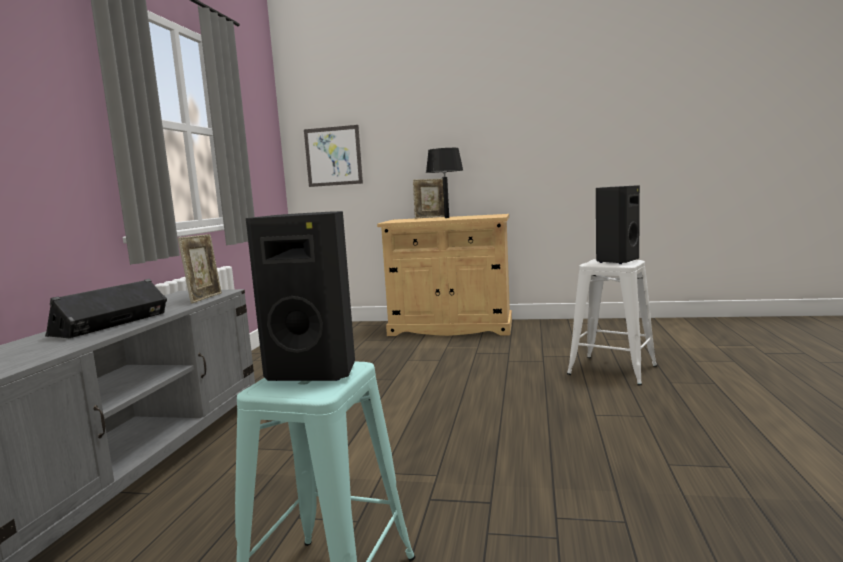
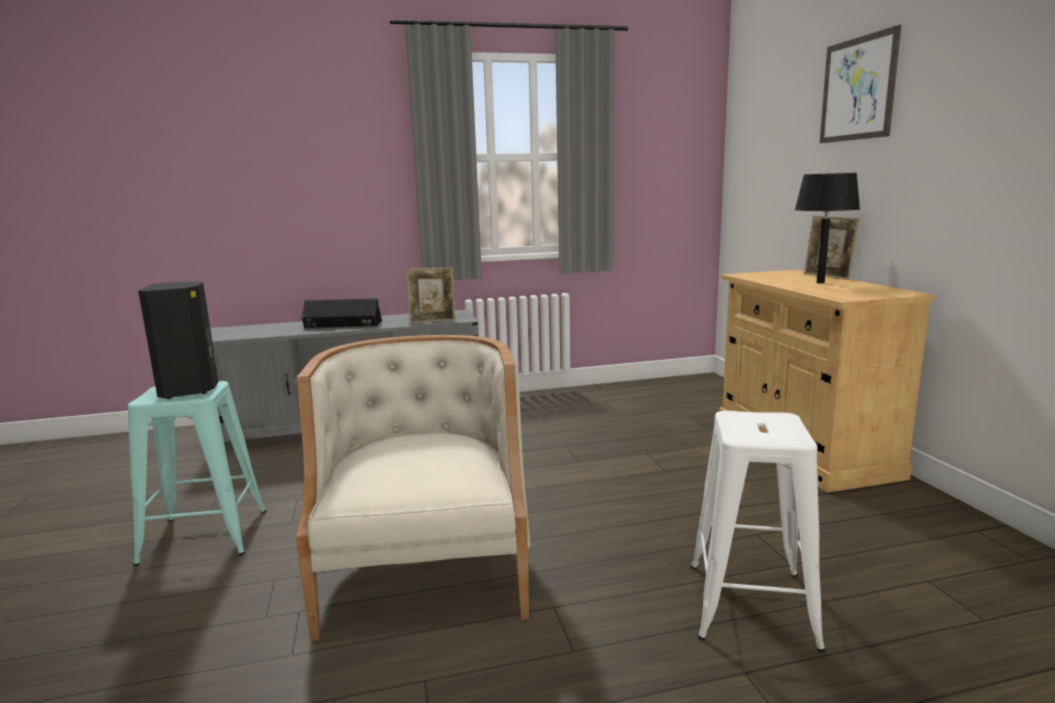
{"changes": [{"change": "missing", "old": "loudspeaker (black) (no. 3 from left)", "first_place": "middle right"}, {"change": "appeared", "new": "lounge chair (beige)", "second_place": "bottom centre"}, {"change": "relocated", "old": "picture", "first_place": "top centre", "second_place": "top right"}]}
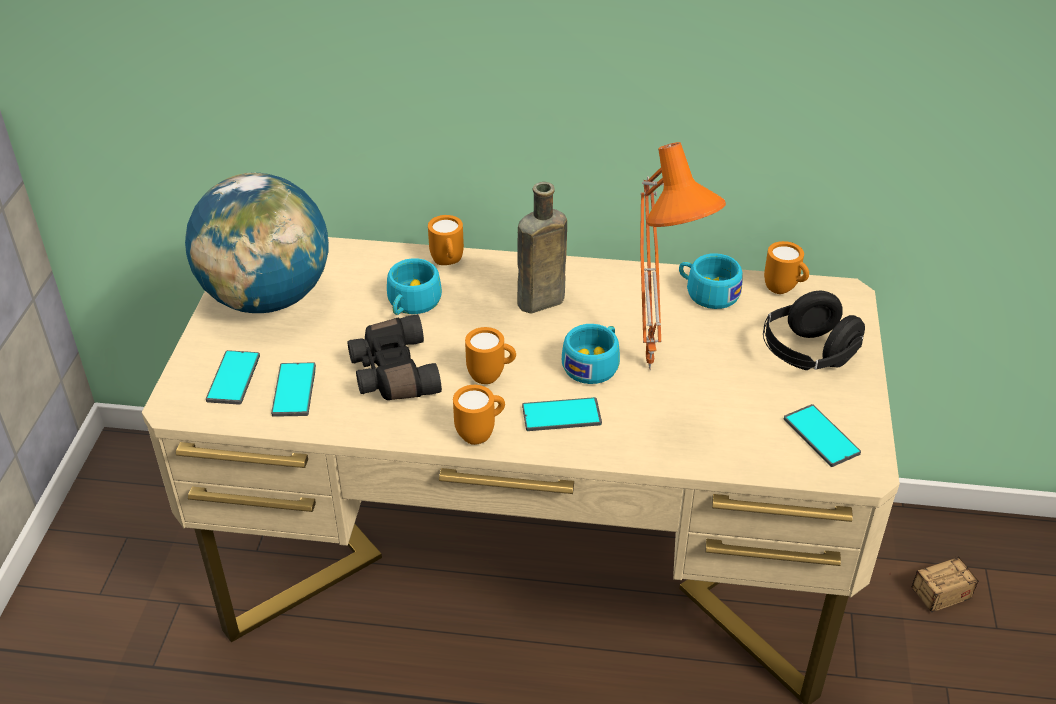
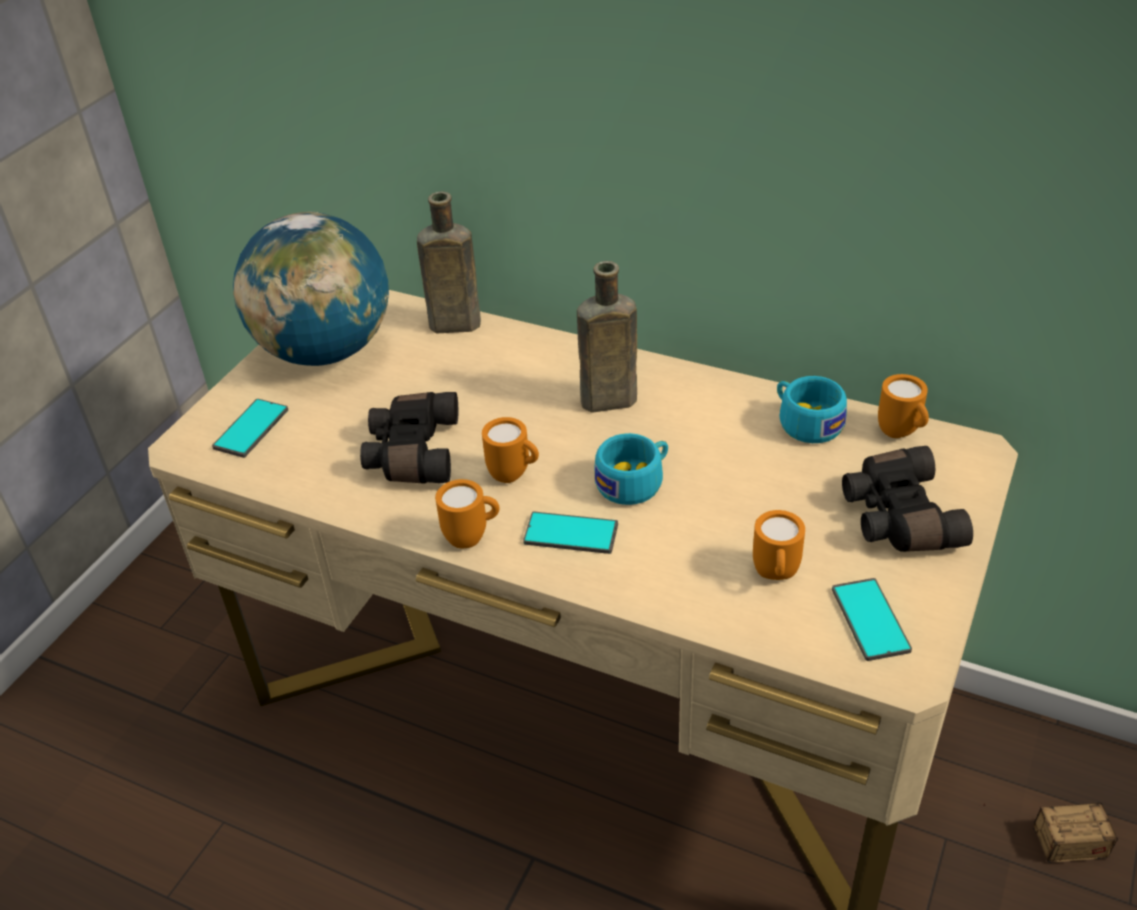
{"changes": [{"change": "missing", "old": "telephone (no. 2 from left)", "first_place": "middle left"}, {"change": "missing", "old": "drinking cup (turquoise) (no. 1 from left)", "first_place": "centre"}, {"change": "missing", "old": "tabletop lamp (orange-coloured)", "first_place": "centre"}, {"change": "appeared", "new": "drink bottle (brown) (no. 1 from left)", "second_place": "top centre"}, {"change": "relocated", "old": "mug (orange-coloured) (no. 1 from left in the first image)", "new": "mug (orange-coloured) (no. 3 from left)", "first_place": "centre", "second_place": "middle right"}, {"change": "exchanged", "old": "headset (black)", "new": "field glasses (black) (no. 2 from left)", "first_place": "middle right", "second_place": "middle right"}]}
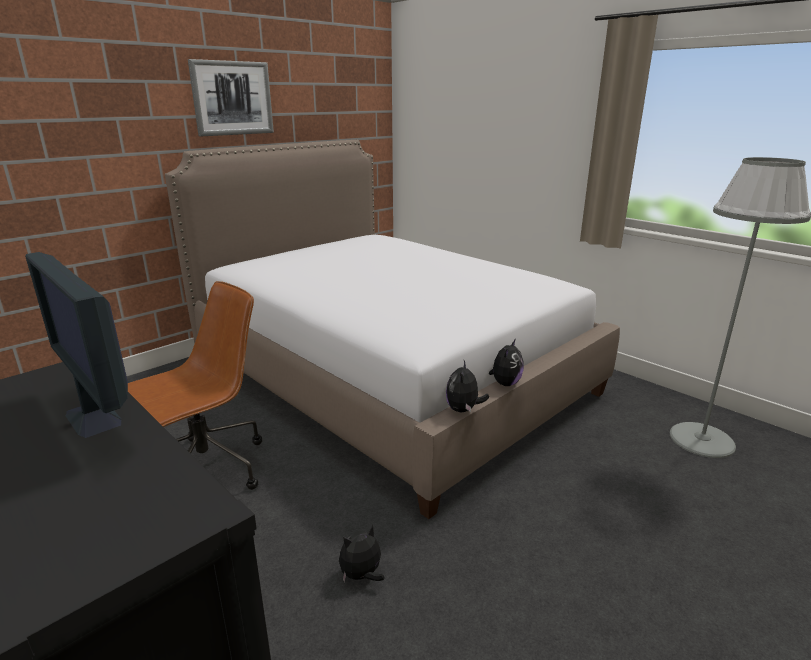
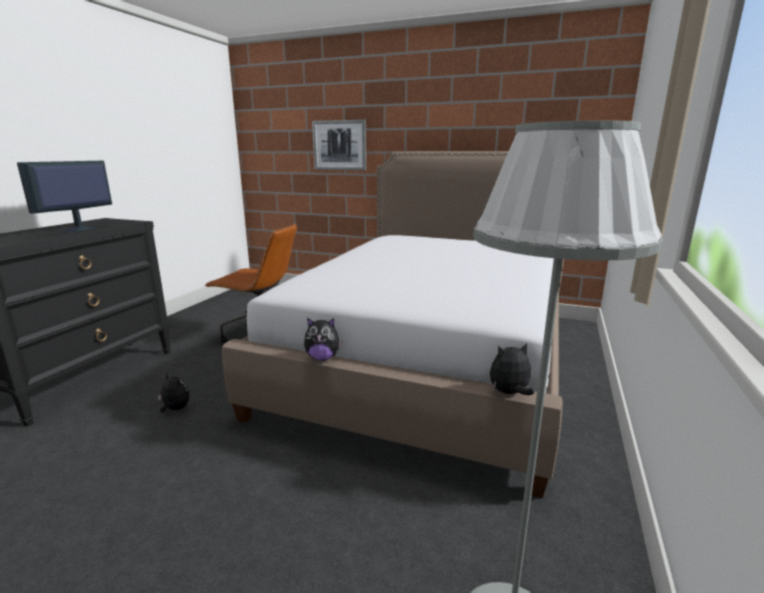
{"changes": [{"change": "relocated", "old": "picture", "first_place": "top left", "second_place": "top centre"}, {"change": "relocated", "old": "cuddly toy (no. 2 from left in the first image)", "new": "cuddly toy (no. 3 from left)", "first_place": "centre", "second_place": "middle right"}]}
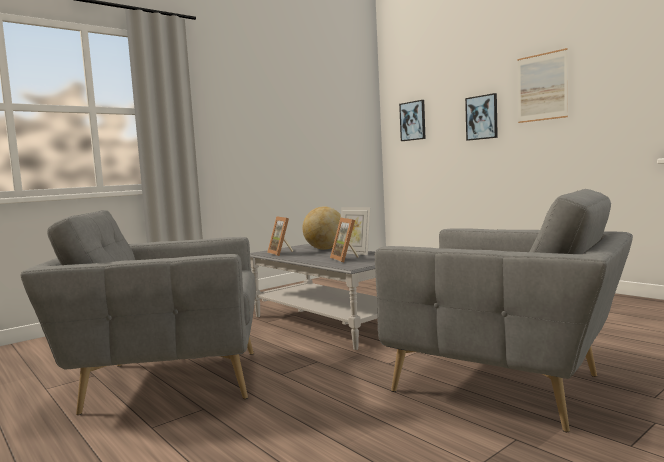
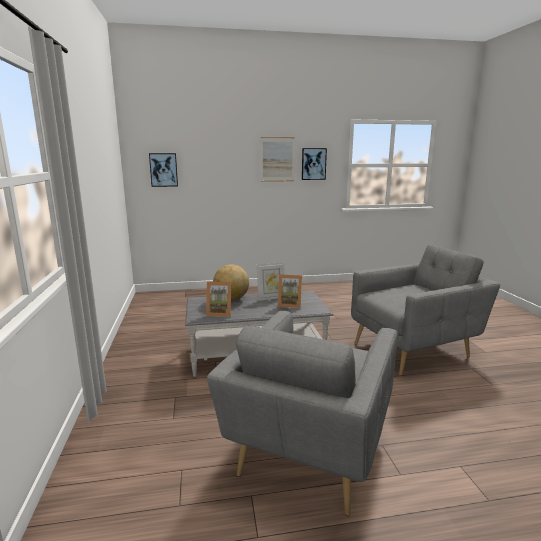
{"changes": [{"change": "relocated", "old": "picture (no. 2 from left in the first image)", "new": "picture (no. 3 from left)", "first_place": "top right", "second_place": "top centre"}]}
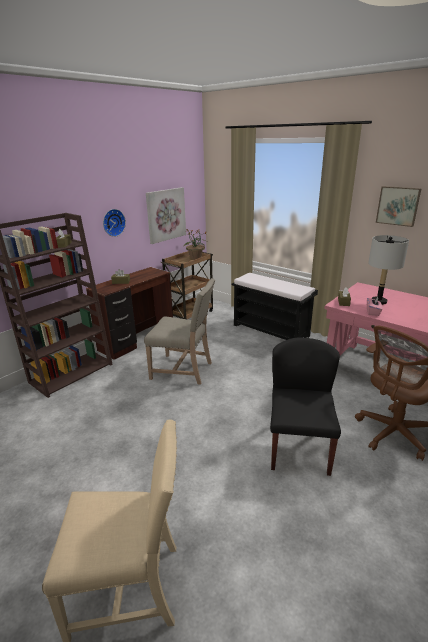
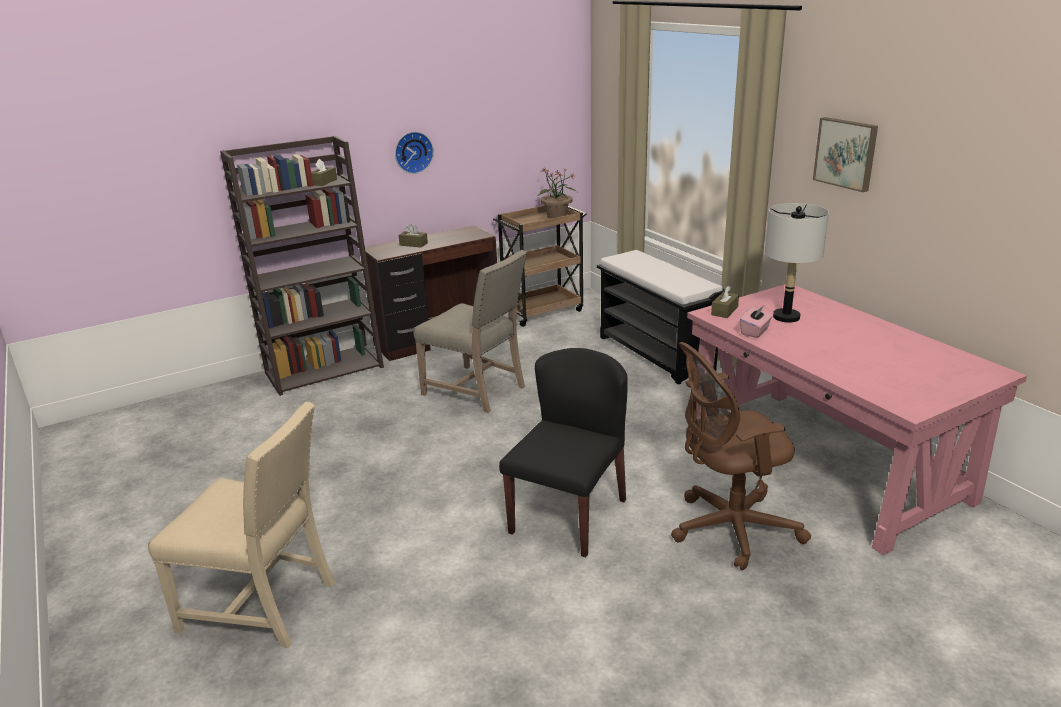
{"changes": [{"change": "missing", "old": "picture (no. 1 from left)", "first_place": "centre"}]}
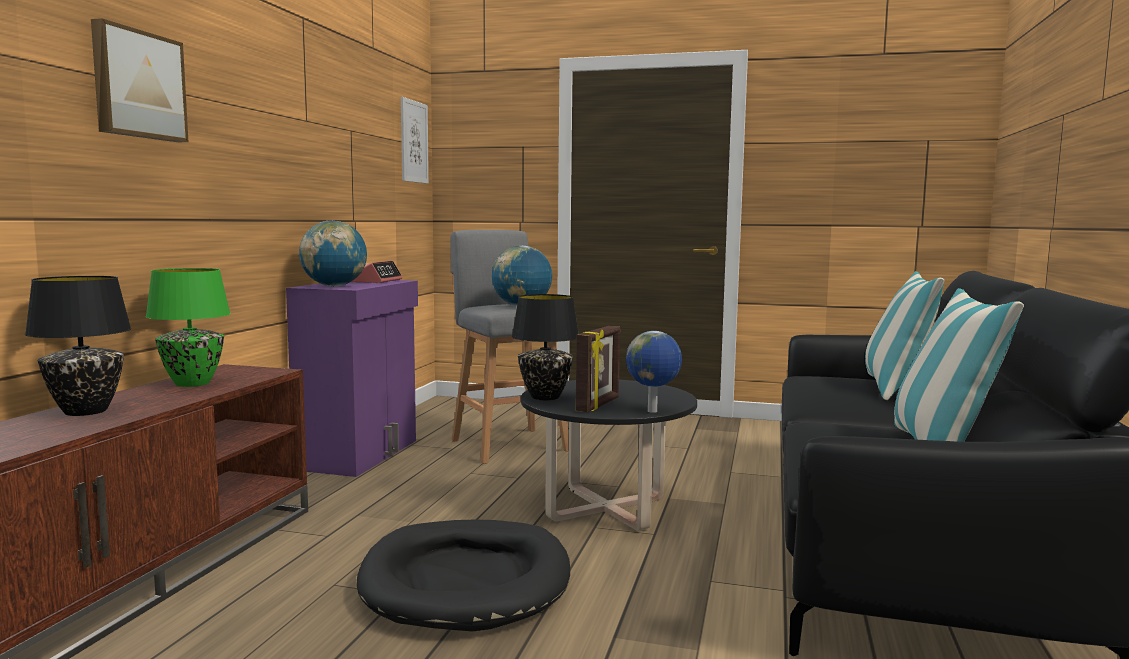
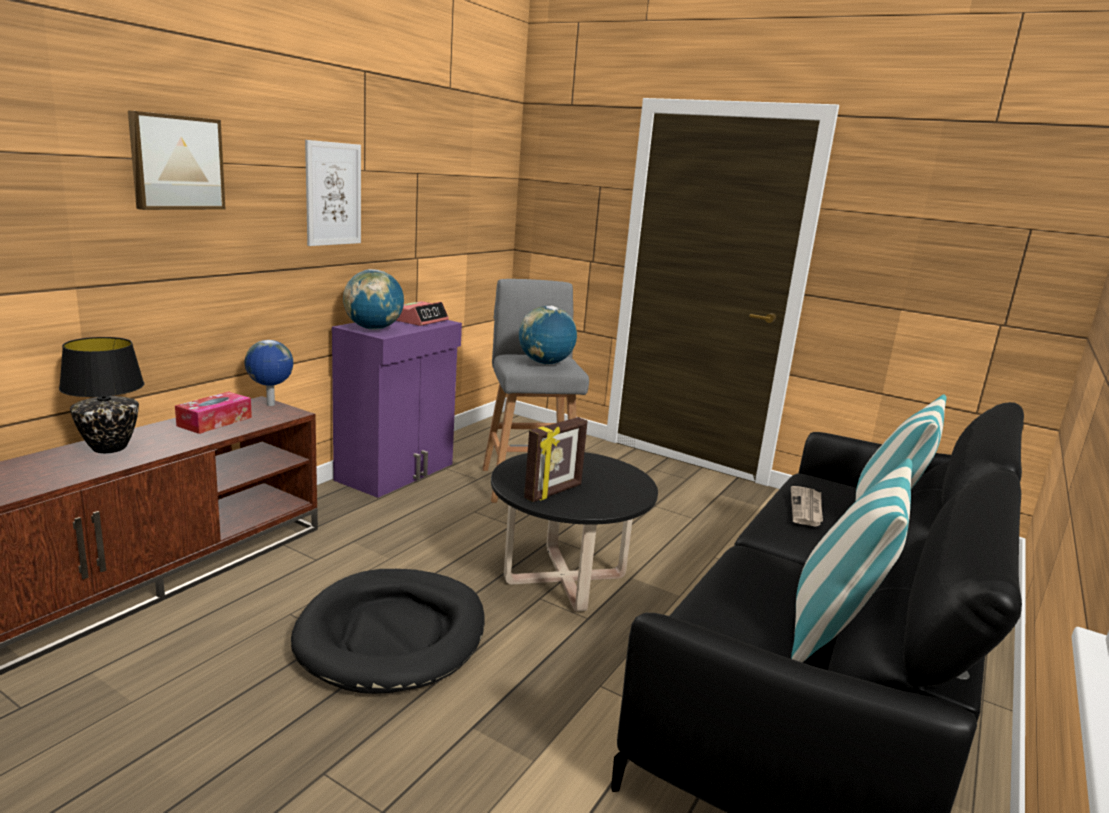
{"changes": [{"change": "missing", "old": "tabletop lamp (black) (no. 2 from left)", "first_place": "centre"}, {"change": "appeared", "new": "printed paper", "second_place": "middle right"}, {"change": "relocated", "old": "picture (no. 2 from left)", "first_place": "top centre", "second_place": "top left"}, {"change": "relocated", "old": "desk globe (no. 3 from left in the first image)", "new": "desk globe (no. 1 from left)", "first_place": "centre", "second_place": "middle left"}, {"change": "exchanged", "old": "tabletop lamp (green-coloured)", "new": "tissue box", "first_place": "middle left", "second_place": "middle left"}]}
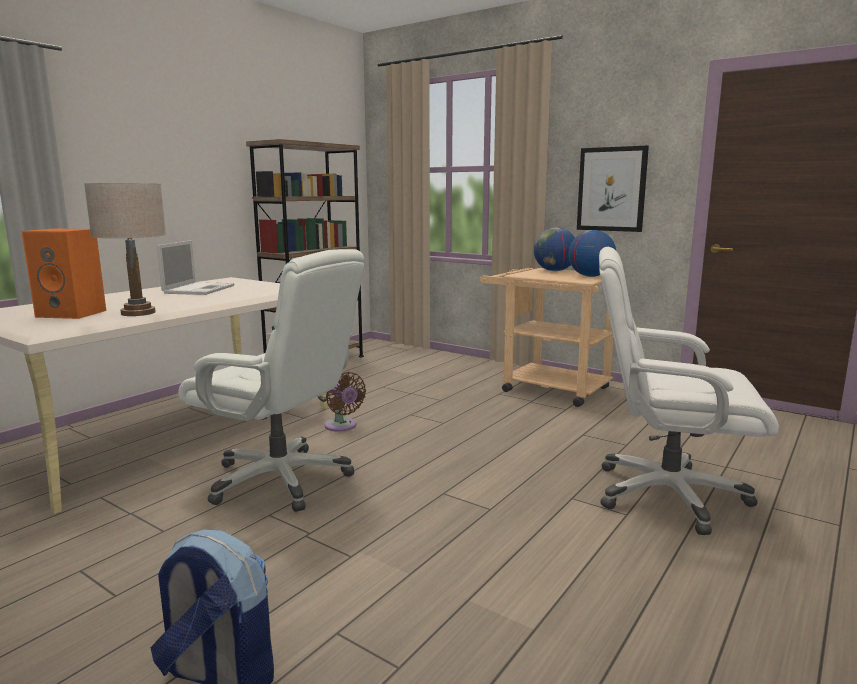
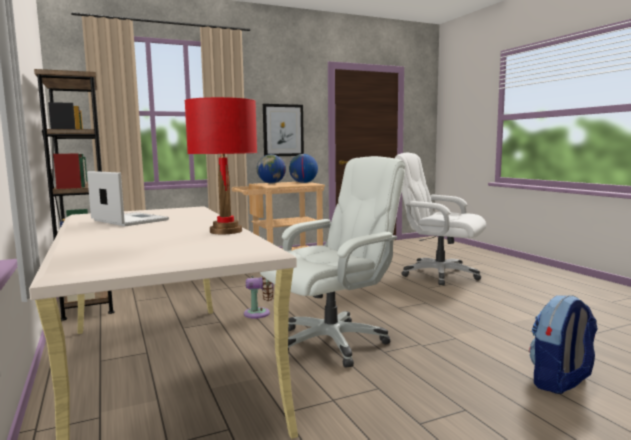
{"changes": [{"change": "missing", "old": "loudspeaker (orange-coloured)", "first_place": "middle left"}, {"change": "colour", "old": "tabletop lamp (beige)", "new": "tabletop lamp (red)", "first_place": "middle left", "second_place": "centre"}, {"change": "spun", "old": "desk chair (white) (no. 2 from left)", "first_place": "middle right", "second_place": "middle right", "degrees": 75}]}
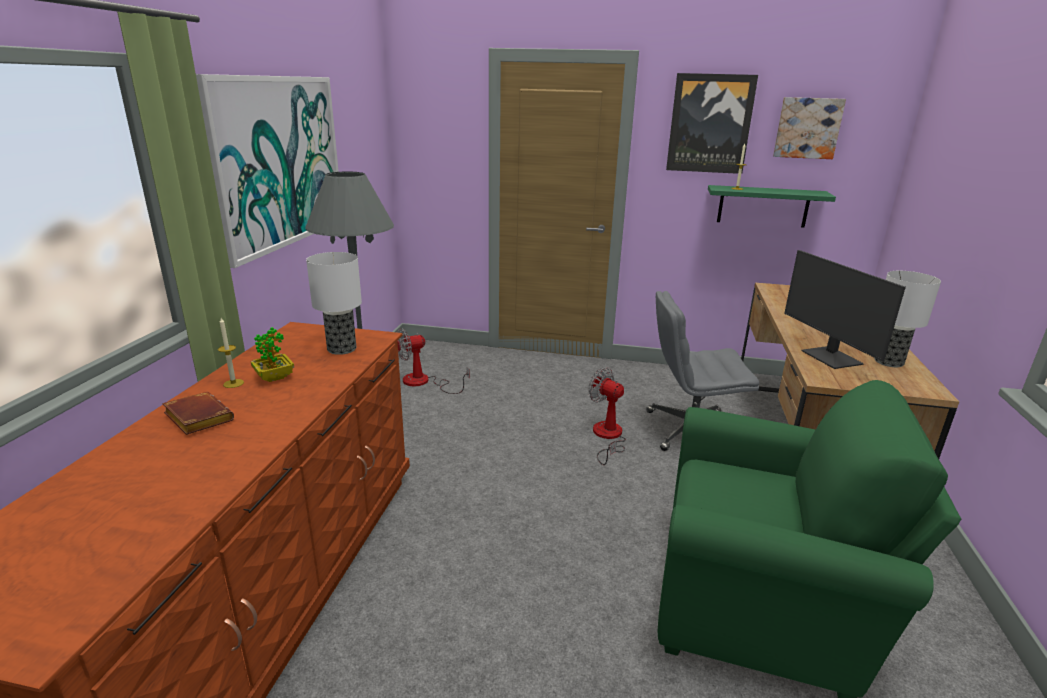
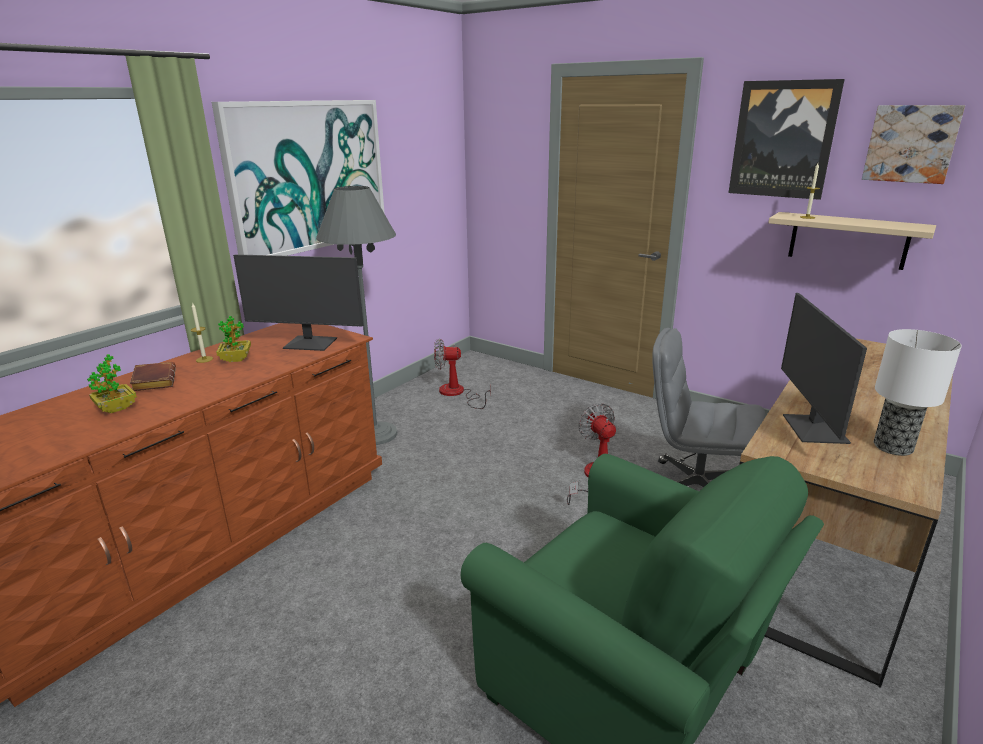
{"changes": [{"change": "appeared", "new": "potted plant (no. 1 from left)", "second_place": "middle left"}, {"change": "exchanged", "old": "tabletop lamp (no. 1 from left)", "new": "monitor (no. 1 from left)", "first_place": "middle left", "second_place": "middle left"}, {"change": "colour", "old": "shelf (green-coloured)", "new": "shelf (beige)", "first_place": "top right", "second_place": "top right"}]}
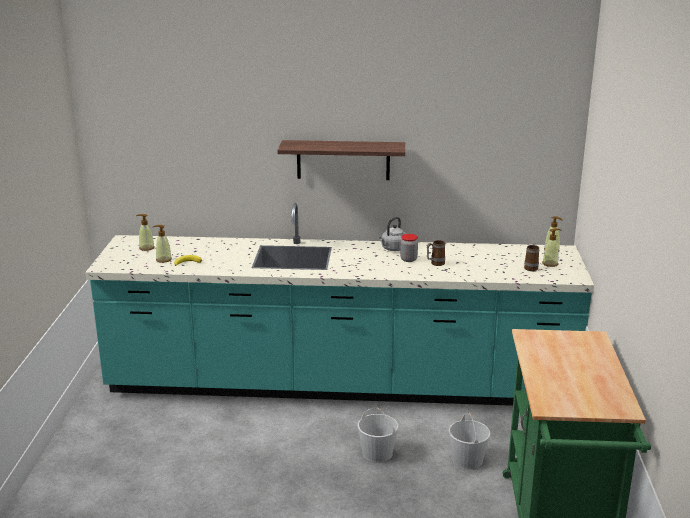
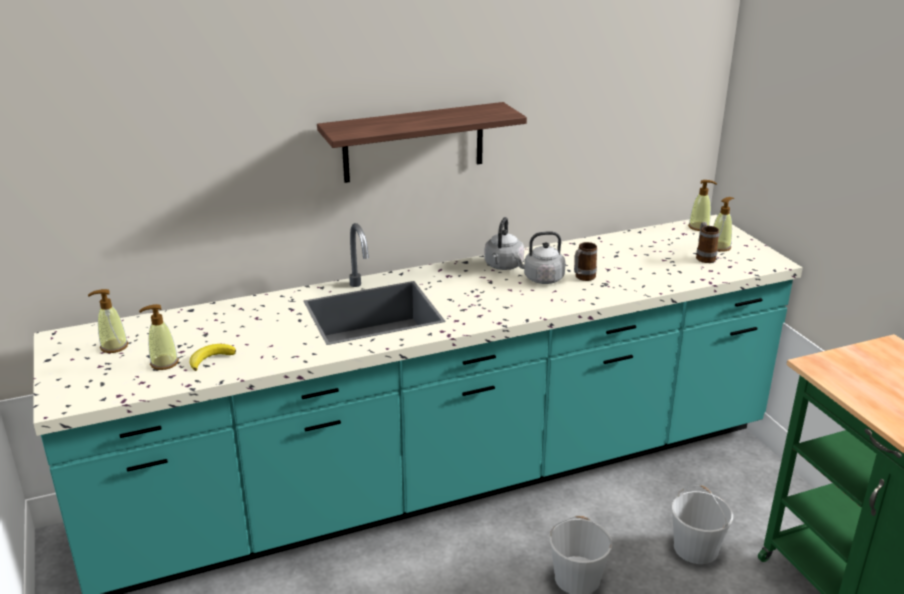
{"changes": [{"change": "exchanged", "old": "storage jar", "new": "water kettle (gray) (no. 2 from left)", "first_place": "centre", "second_place": "centre"}]}
